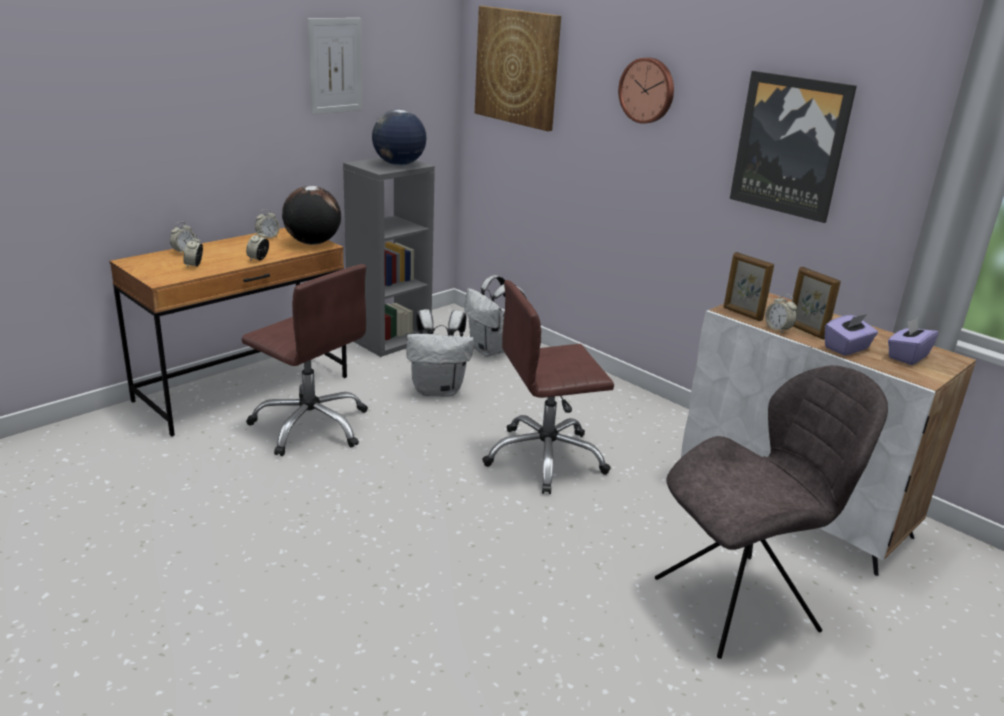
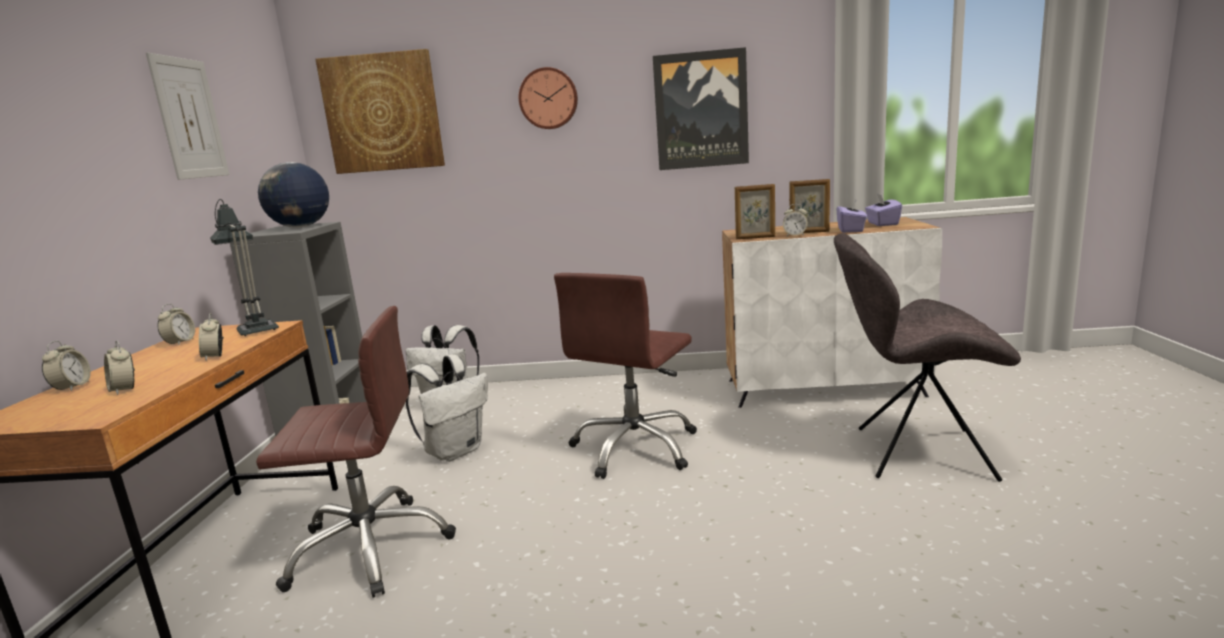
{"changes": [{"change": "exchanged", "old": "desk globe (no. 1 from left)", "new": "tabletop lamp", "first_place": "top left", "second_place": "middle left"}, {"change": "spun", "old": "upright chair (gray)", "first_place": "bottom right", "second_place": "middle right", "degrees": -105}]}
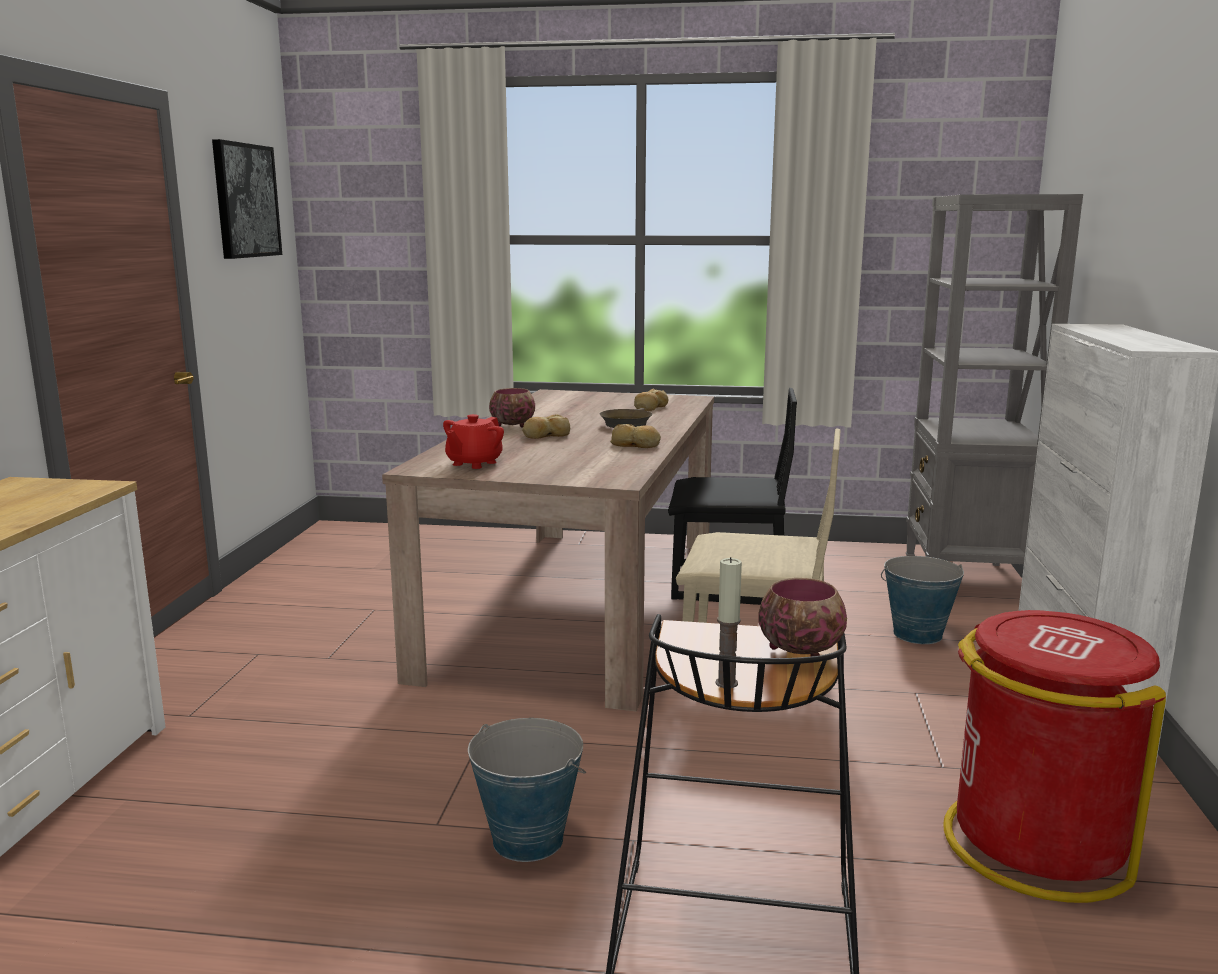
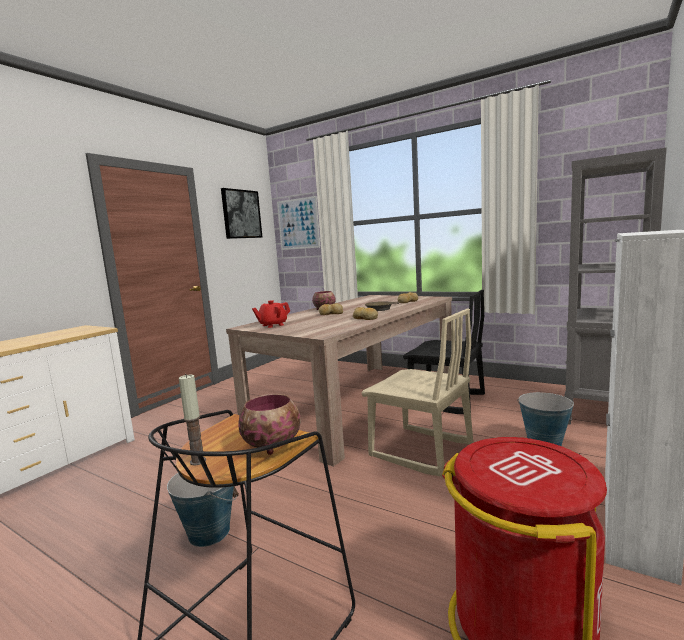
{"changes": [{"change": "appeared", "new": "picture (no. 2 from left)", "second_place": "centre"}]}
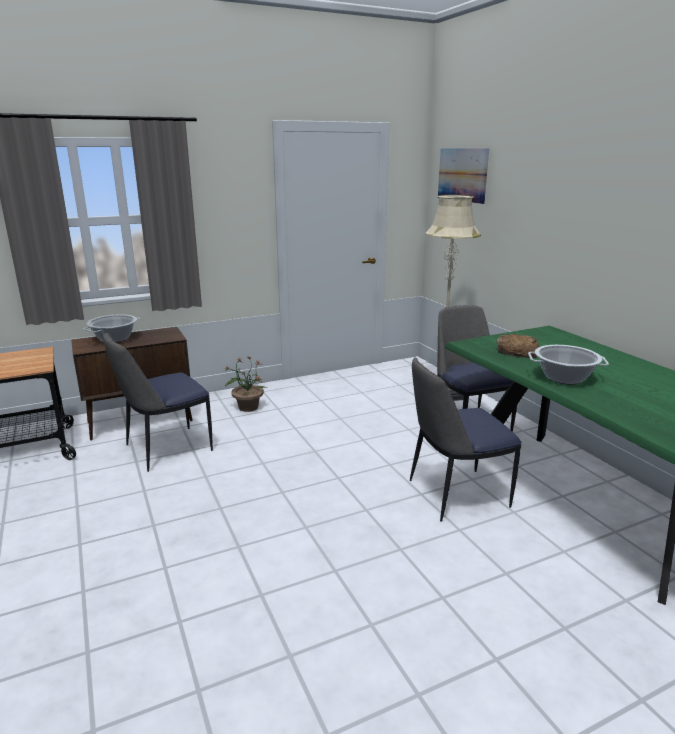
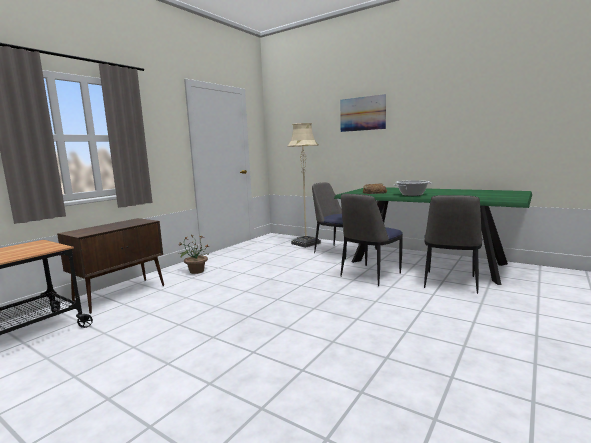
{"changes": [{"change": "missing", "old": "saucepot (no. 1 from left)", "first_place": "middle left"}, {"change": "relocated", "old": "upright chair (no. 1 from left in the first image)", "new": "upright chair (no. 3 from left)", "first_place": "middle left", "second_place": "middle right"}, {"change": "relocated", "old": "picture", "first_place": "top right", "second_place": "top centre"}]}
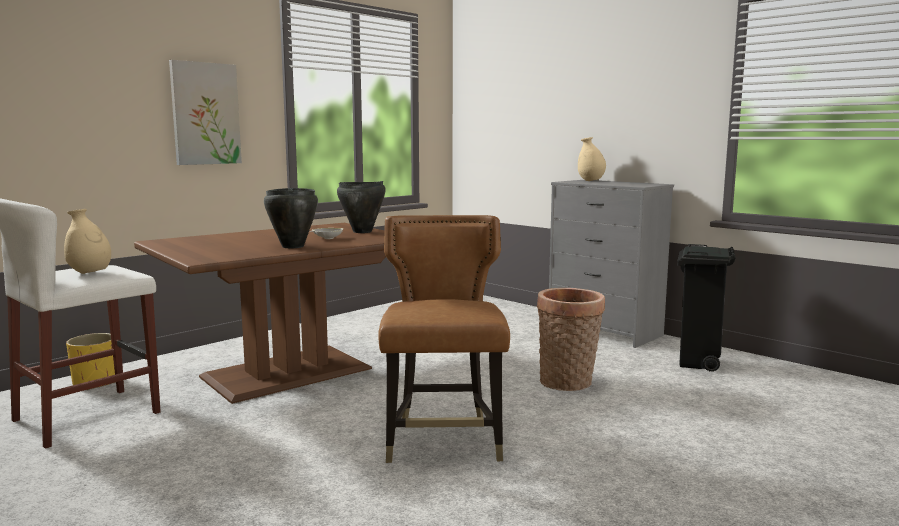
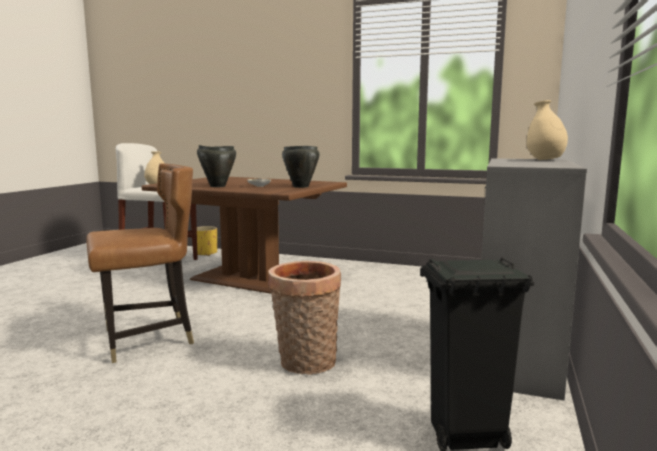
{"changes": [{"change": "missing", "old": "picture", "first_place": "top left"}]}
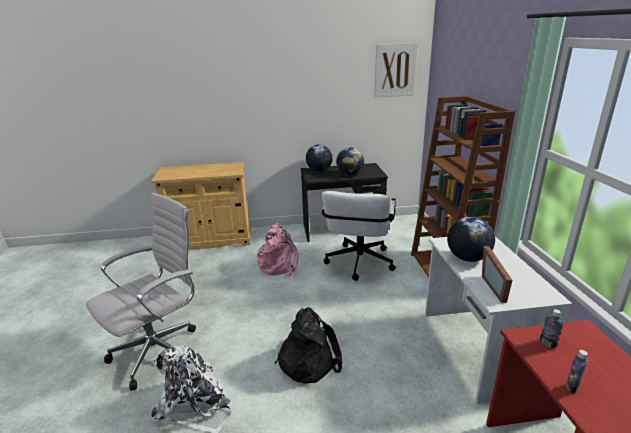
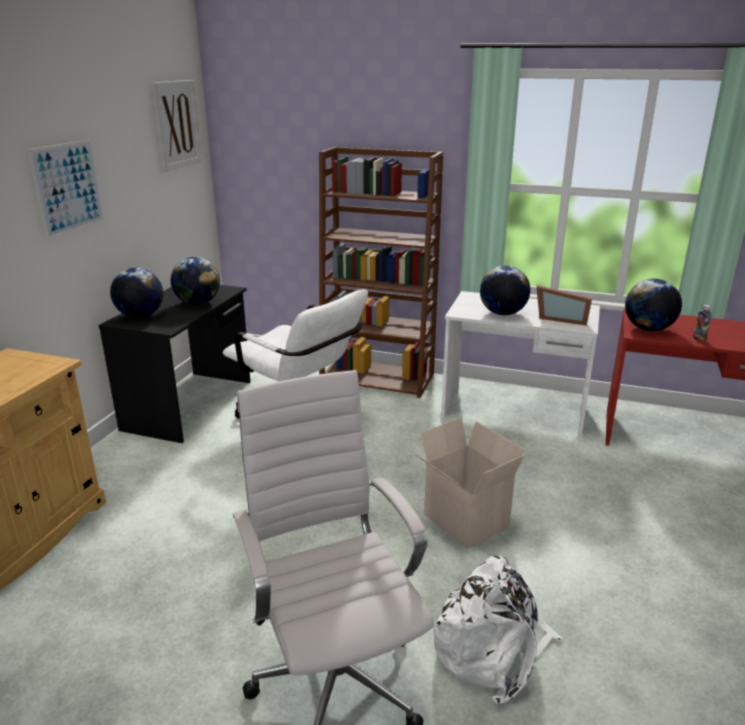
{"changes": [{"change": "missing", "old": "knapsack (pink)", "first_place": "centre"}, {"change": "appeared", "new": "picture (no. 1 from left)", "second_place": "top left"}, {"change": "exchanged", "old": "knapsack (black)", "new": "carton", "first_place": "bottom centre", "second_place": "centre"}, {"change": "exchanged", "old": "drink bottle (no. 1 from left)", "new": "desk globe (no. 4 from left)", "first_place": "bottom right", "second_place": "middle right"}]}
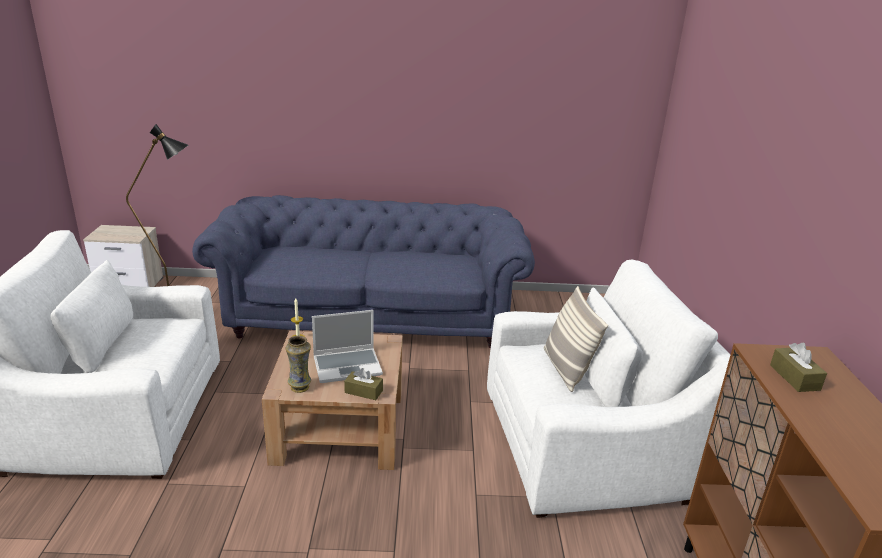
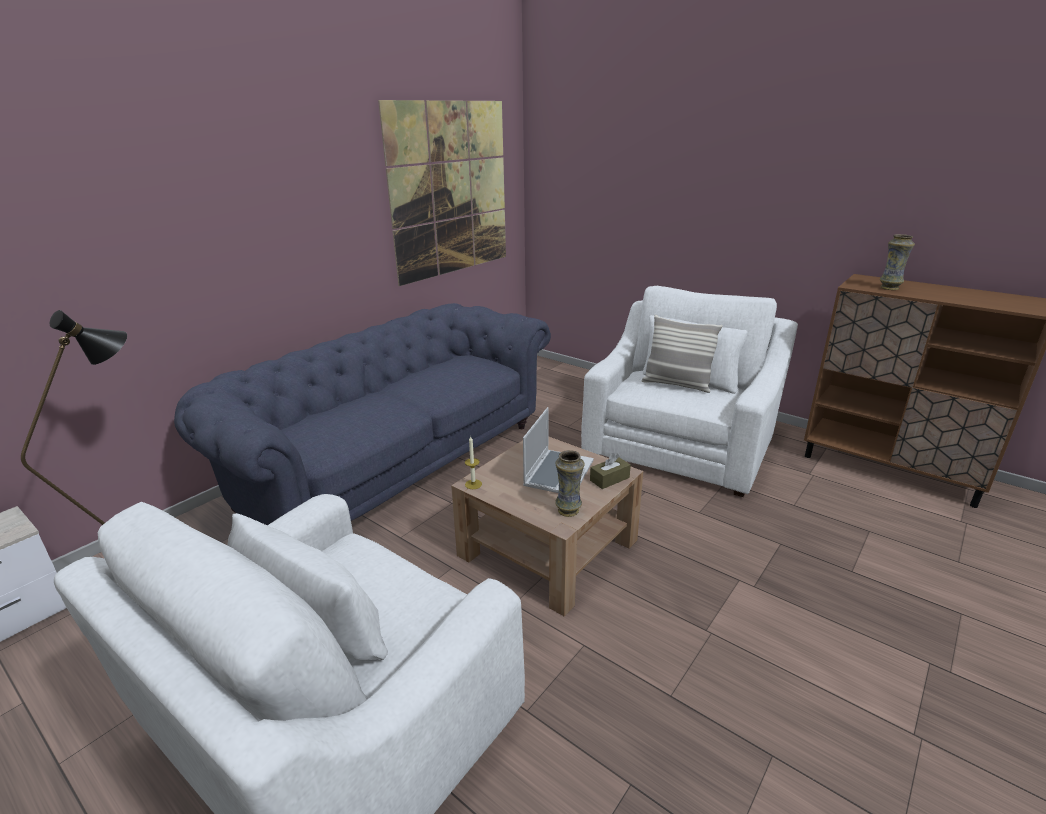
{"changes": [{"change": "appeared", "new": "picture", "second_place": "top centre"}, {"change": "exchanged", "old": "tissue box (brown) (no. 2 from left)", "new": "flower vase (no. 2 from left)", "first_place": "middle right", "second_place": "top right"}]}
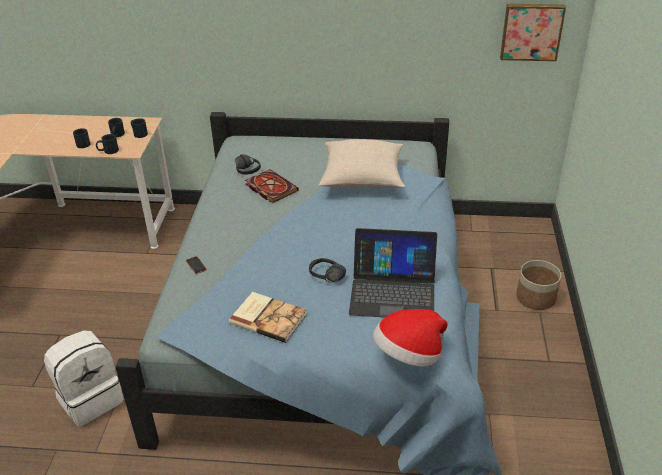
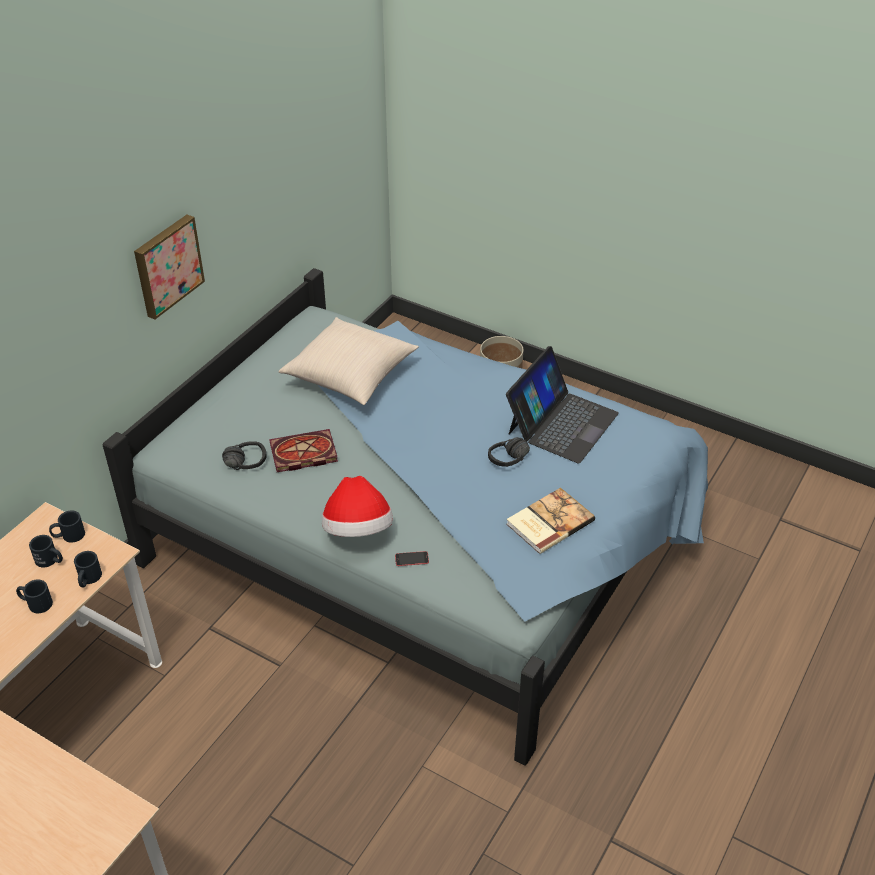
{"changes": [{"change": "missing", "old": "knapsack (white)", "first_place": "bottom left"}, {"change": "relocated", "old": "hat", "first_place": "bottom centre", "second_place": "centre"}, {"change": "relocated", "old": "picture", "first_place": "top right", "second_place": "top left"}]}
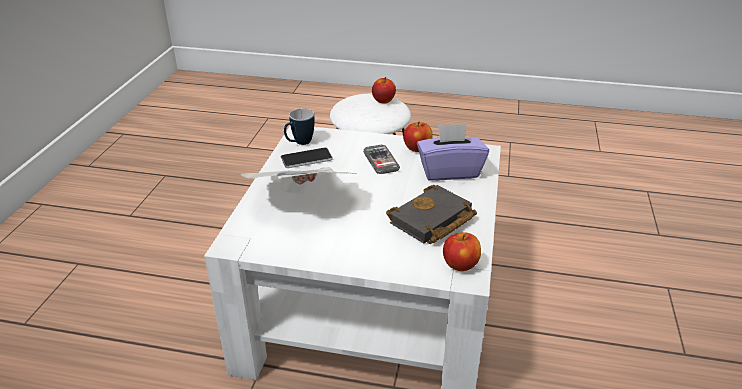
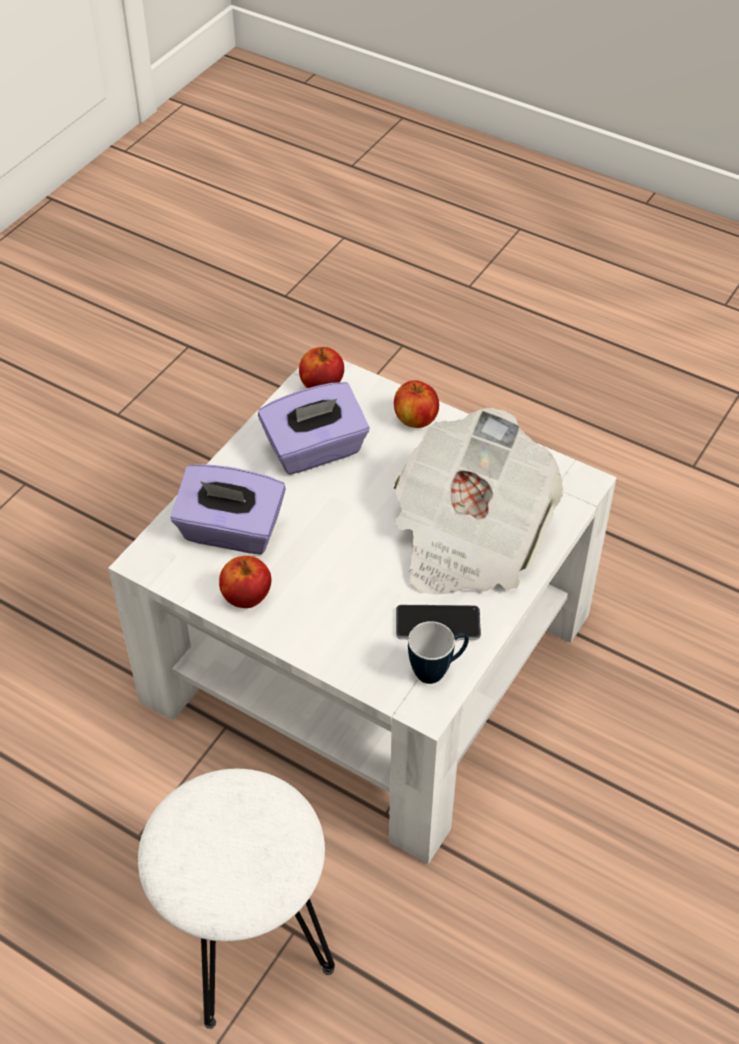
{"changes": [{"change": "missing", "old": "telephone (no. 2 from left)", "first_place": "centre"}, {"change": "relocated", "old": "apple (no. 1 from left in the first image)", "new": "apple (no. 3 from left)", "first_place": "top centre", "second_place": "centre"}, {"change": "exchanged", "old": "book (black)", "new": "tissue box (purple) (no. 2 from left)", "first_place": "centre", "second_place": "centre"}]}
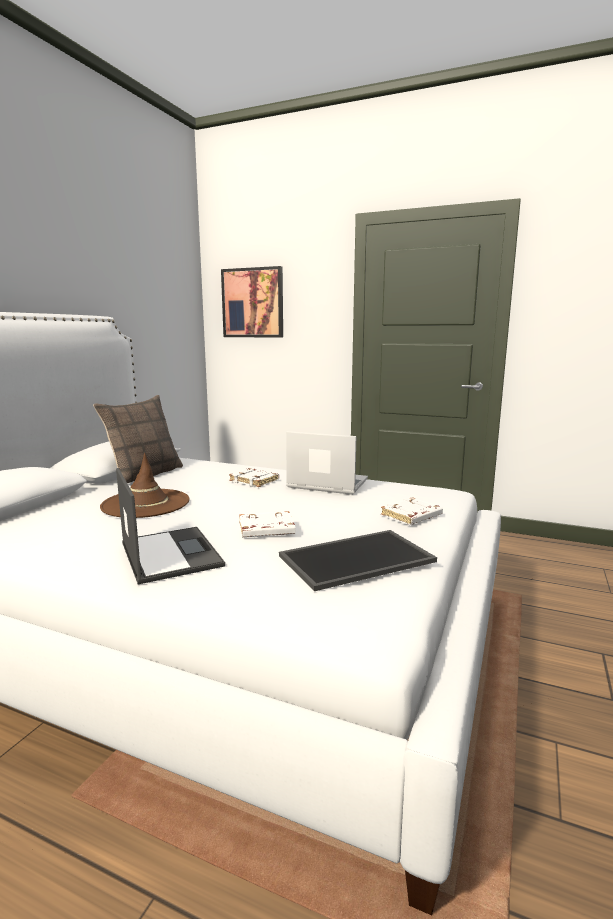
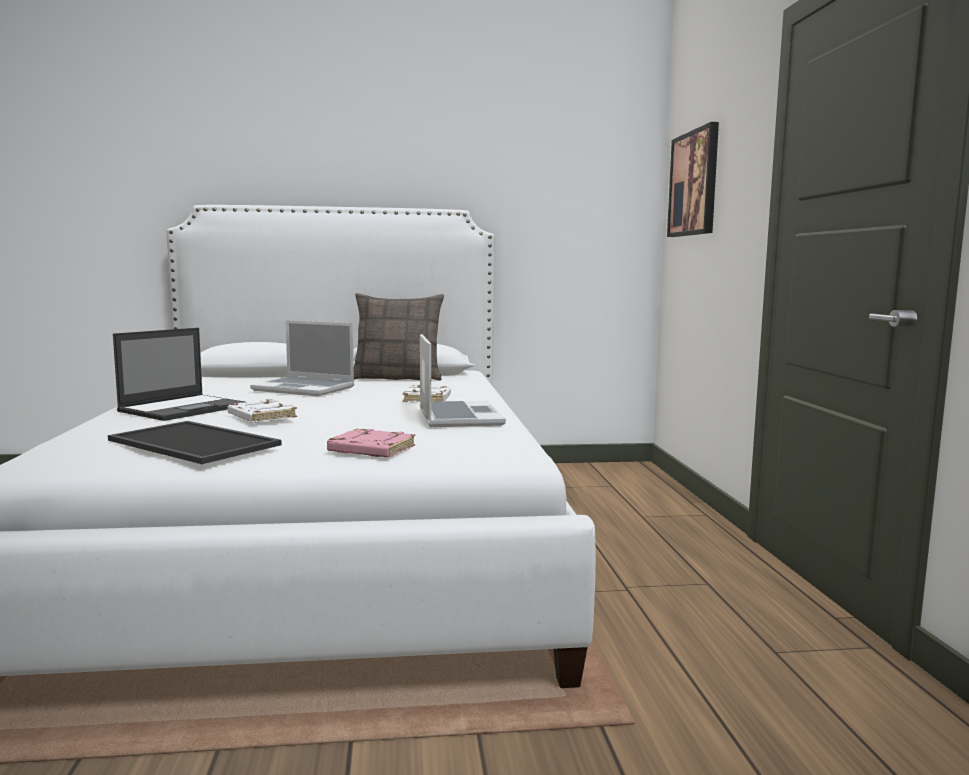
{"changes": [{"change": "exchanged", "old": "hat (brown)", "new": "portable computer (no. 2 from left)", "first_place": "middle left", "second_place": "middle left"}, {"change": "colour", "old": "book (white) (no. 3 from left)", "new": "book (pink)", "first_place": "middle right", "second_place": "centre"}]}
